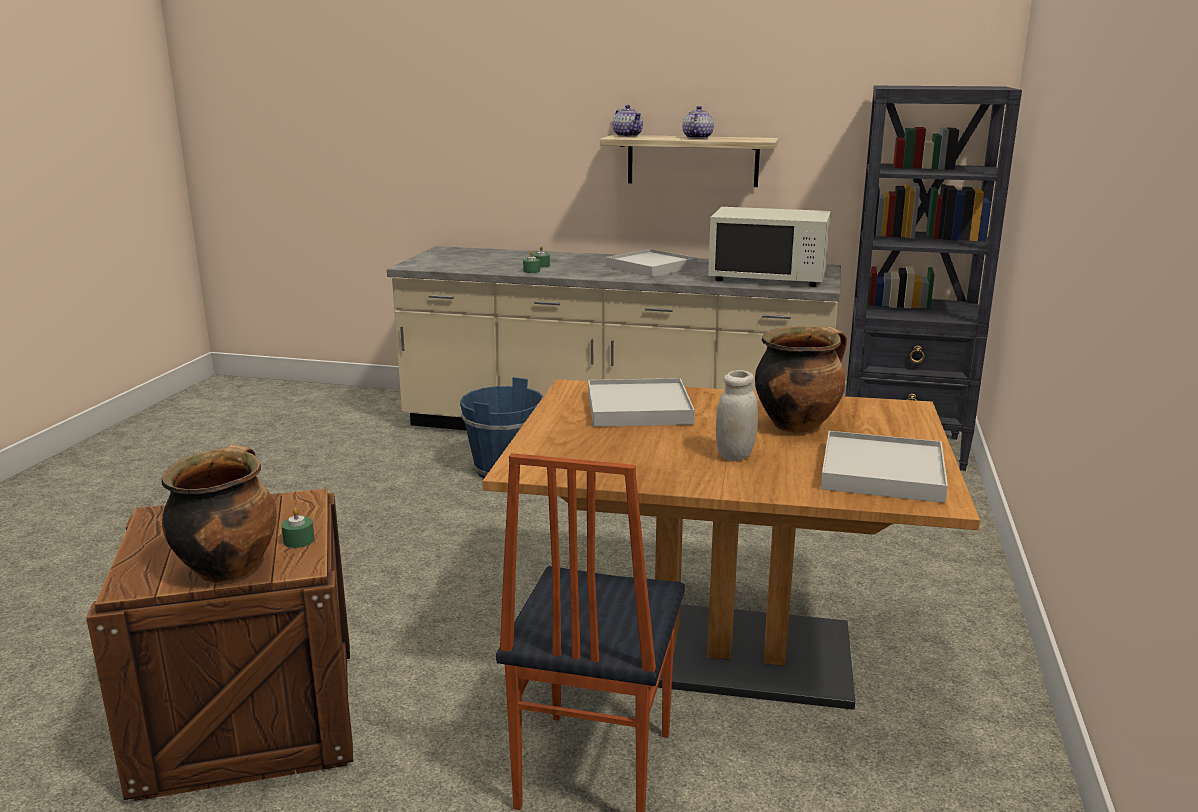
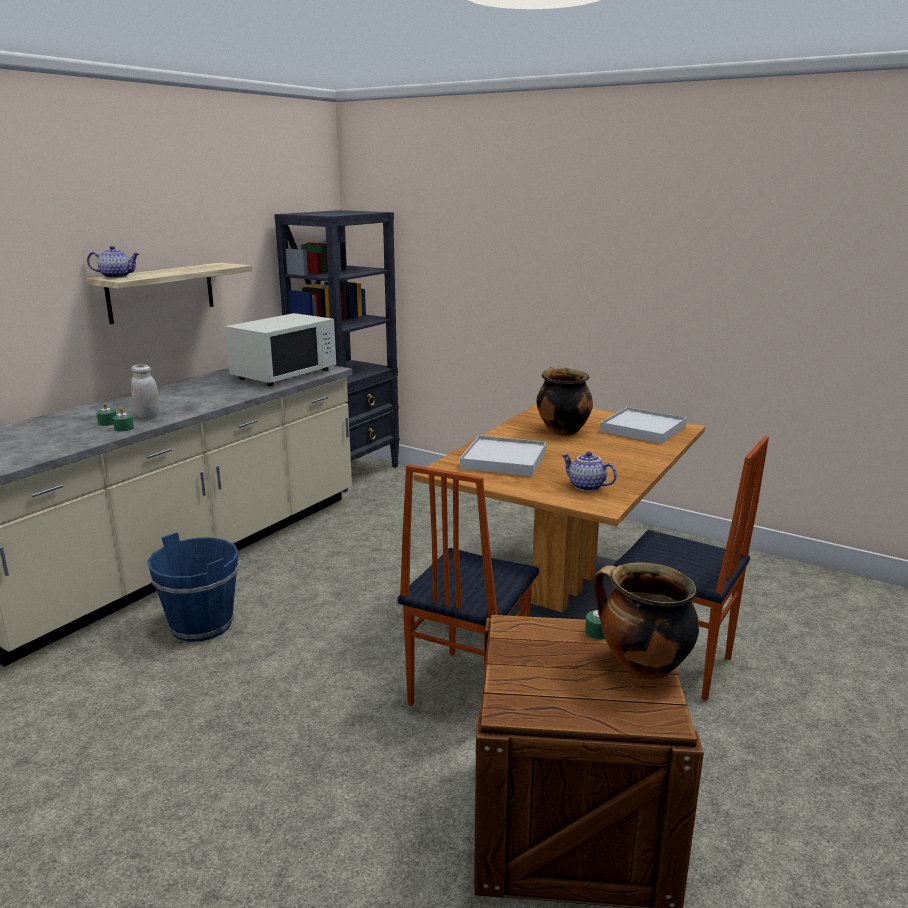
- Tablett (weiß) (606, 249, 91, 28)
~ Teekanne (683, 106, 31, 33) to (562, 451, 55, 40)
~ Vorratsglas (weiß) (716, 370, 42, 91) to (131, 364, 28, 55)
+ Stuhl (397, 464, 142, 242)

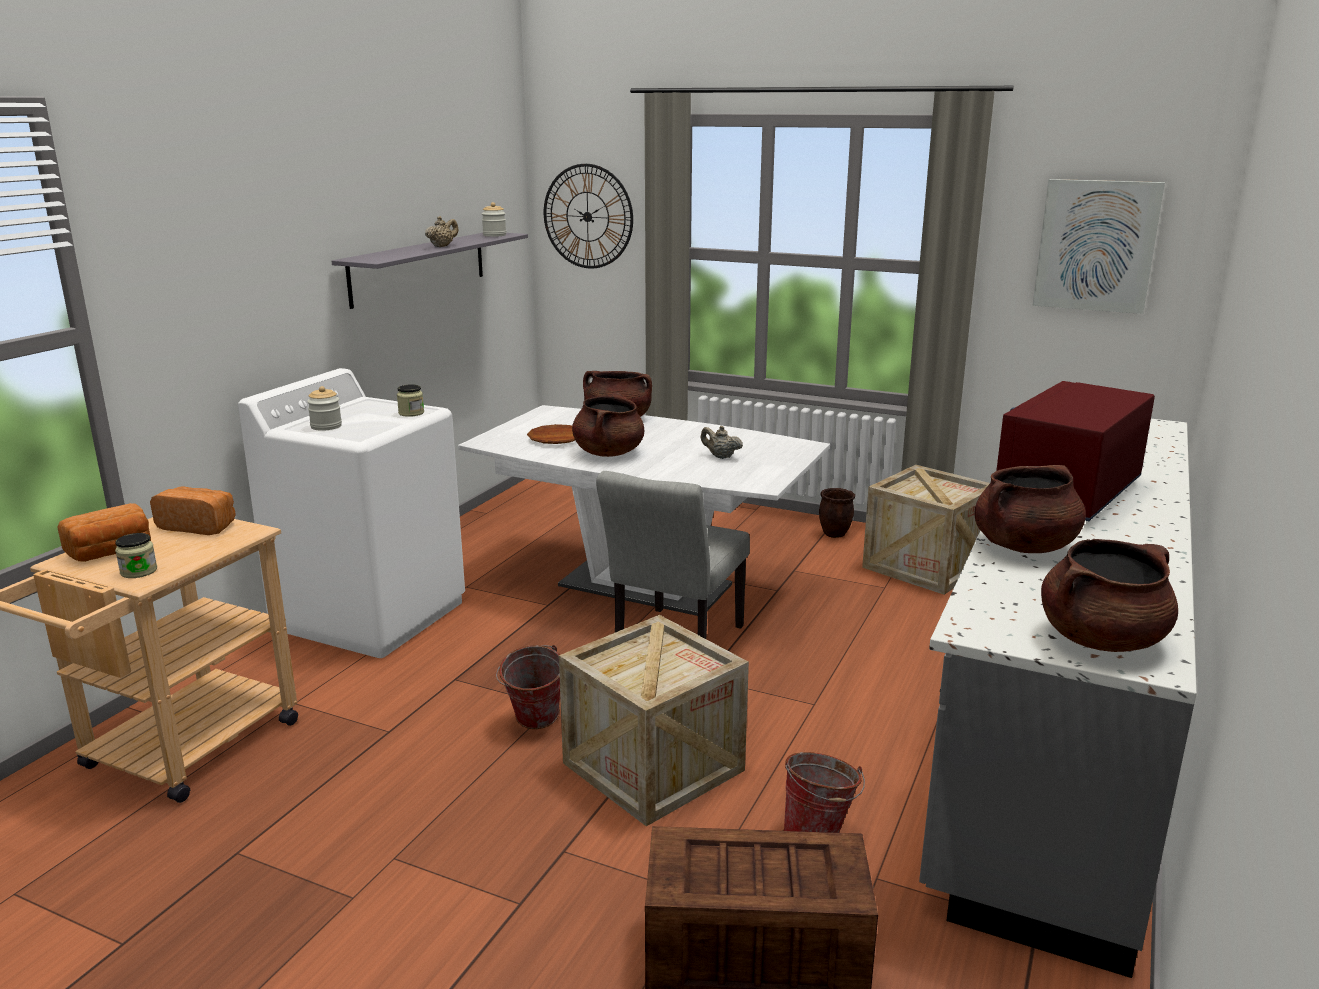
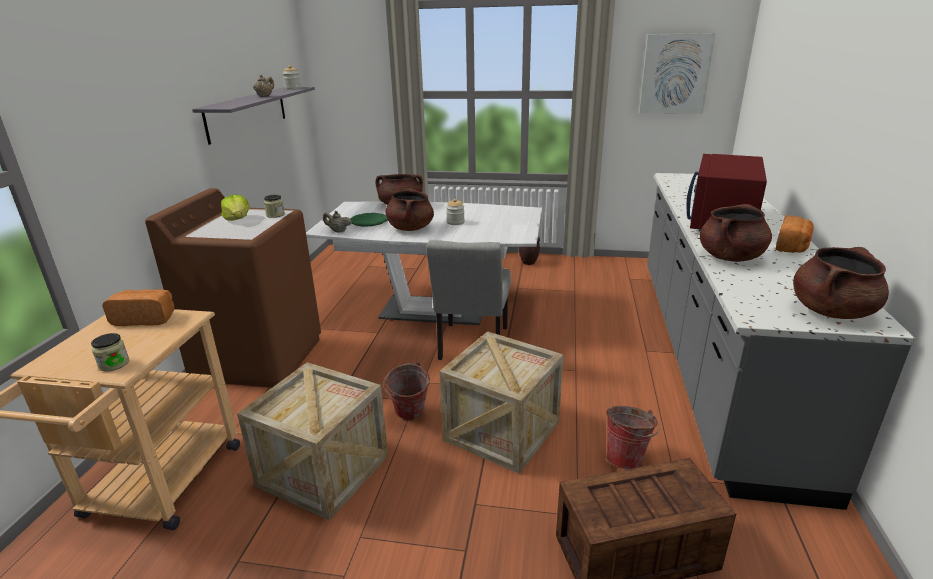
~ Brot (57, 503, 94, 59) to (776, 215, 38, 38)
~ Waschmaschine (weiß) (238, 368, 227, 290) to Waschmaschine (braun) (145, 188, 176, 200)
~ Vorratsglas (307, 386, 35, 45) to (446, 199, 19, 26)
~ Teller (braun) (527, 424, 48, 20) to Teller (grün) (350, 213, 38, 14)
- Wanduhr (544, 164, 89, 105)
~ Teekanne (beige) (701, 426, 42, 33) to (323, 211, 29, 22)
~ Kiste (862, 465, 128, 130) to (237, 362, 151, 158)
+ Salatkopf (221, 195, 29, 26)

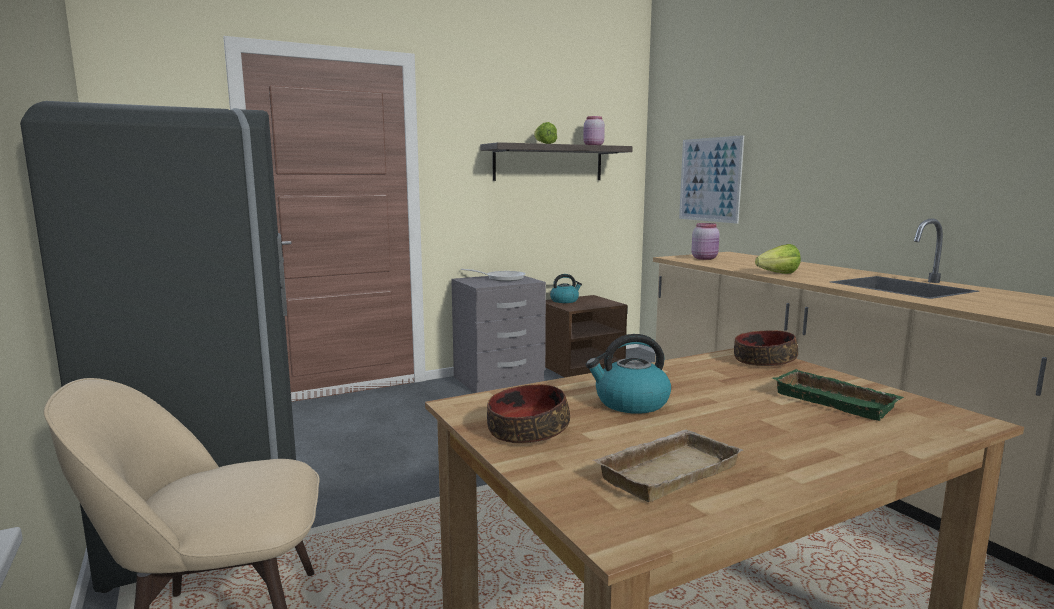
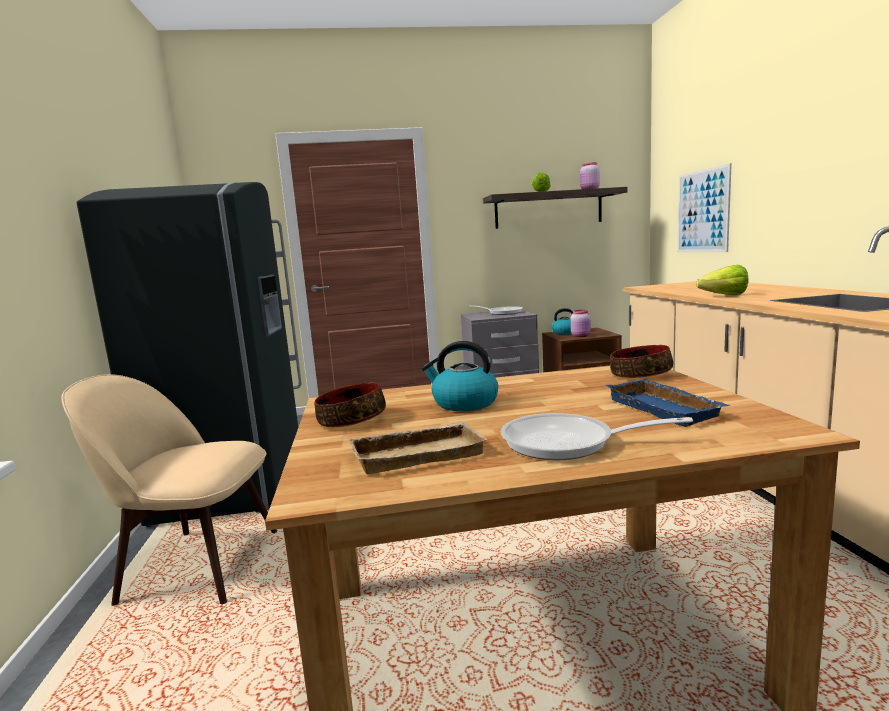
~ Vorratsglas (rosa) (691, 223, 29, 37) to (571, 310, 20, 27)
~ Tablett (grün) (772, 369, 132, 52) to Tablett (blau) (605, 379, 126, 48)
+ Pfanne (501, 413, 192, 48)

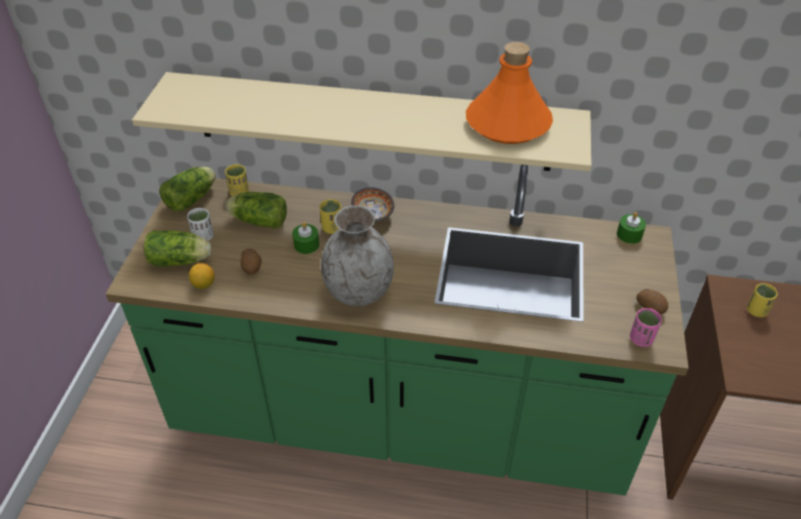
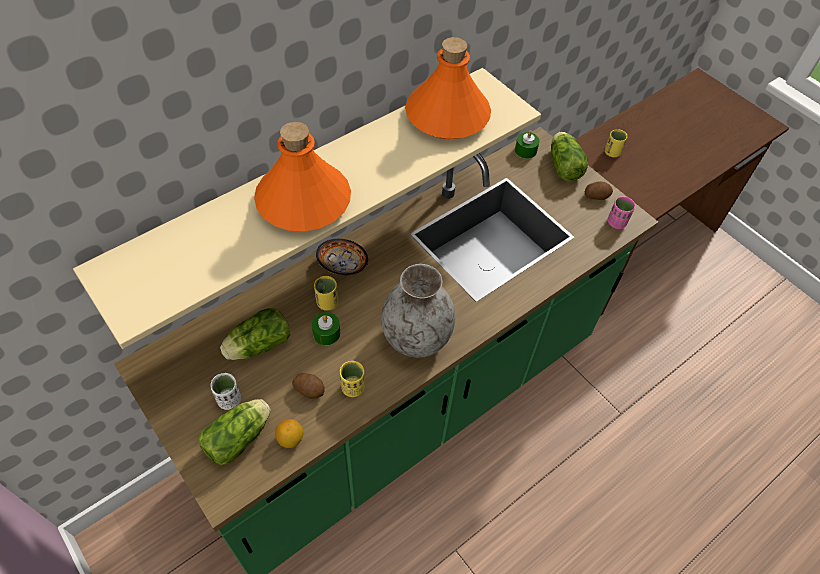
~ Salatkopf (159, 167, 57, 45) to (551, 132, 37, 49)
~ Tasse (gelb) (225, 164, 24, 32) to (340, 361, 25, 36)
+ Flasche (orange) (254, 122, 97, 109)

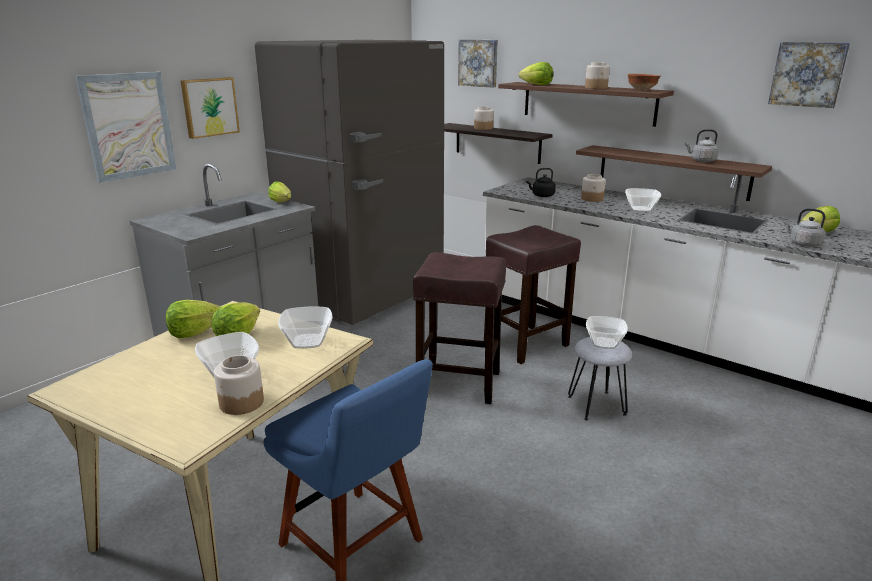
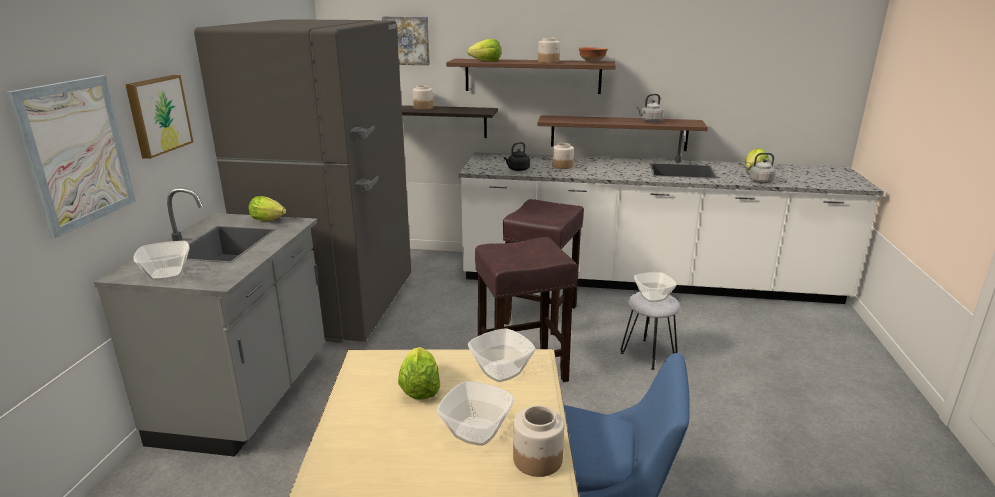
- Salatkopf (166, 300, 55, 38)
~ Schüssel (625, 188, 36, 24) to (134, 241, 55, 39)
- Bild (768, 42, 82, 66)

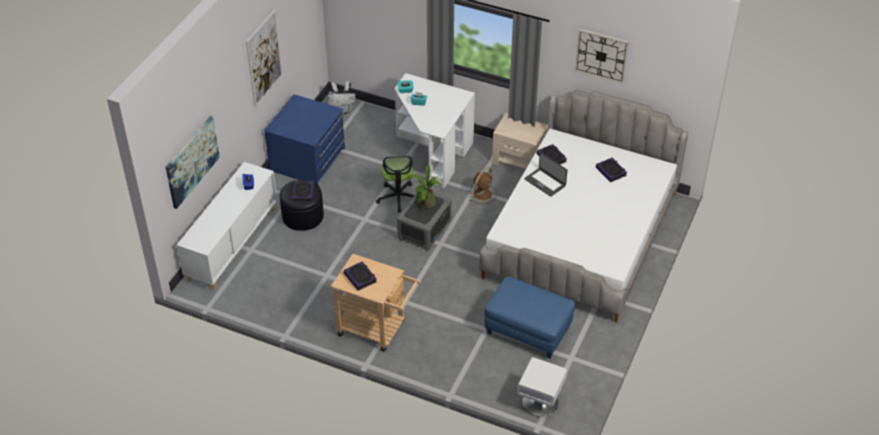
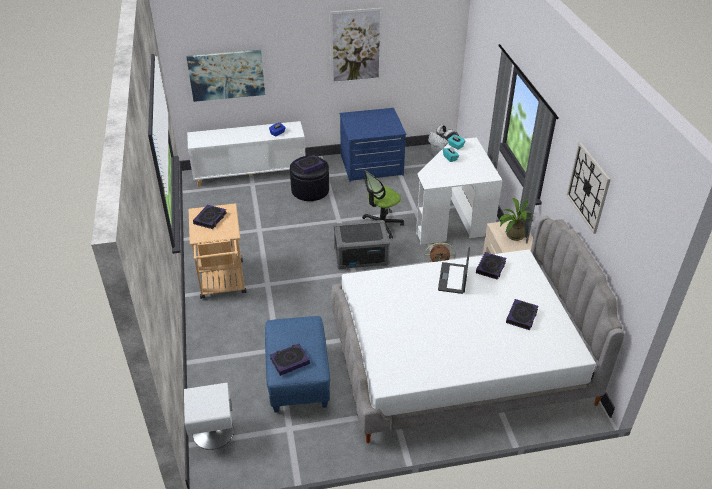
~ Topfpflanze (410, 164, 31, 44) to (499, 197, 35, 44)
+ Buch (270, 344, 40, 32)

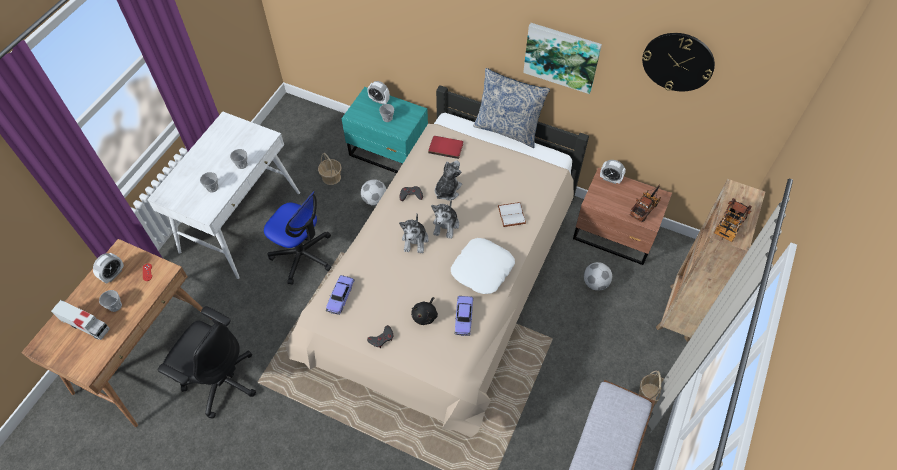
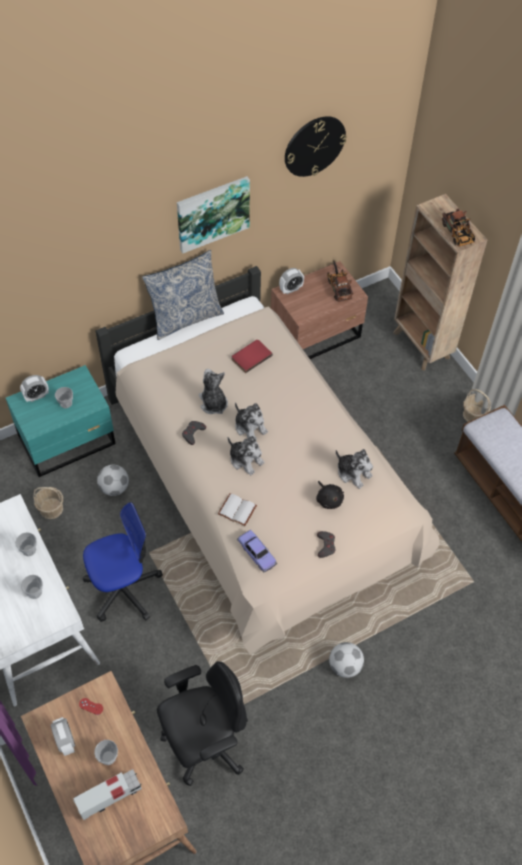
~ Buch (rot) (428, 136, 35, 23) to (231, 340, 42, 33)
- Kissen (weiß) (451, 238, 64, 56)
~ Spielzeugauto (455, 296, 18, 40) to Plüschtier (336, 449, 37, 40)
~ Buch (weiß) (498, 202, 28, 25) to (218, 493, 39, 33)
~ Fußball (584, 262, 28, 29) to (329, 642, 35, 36)

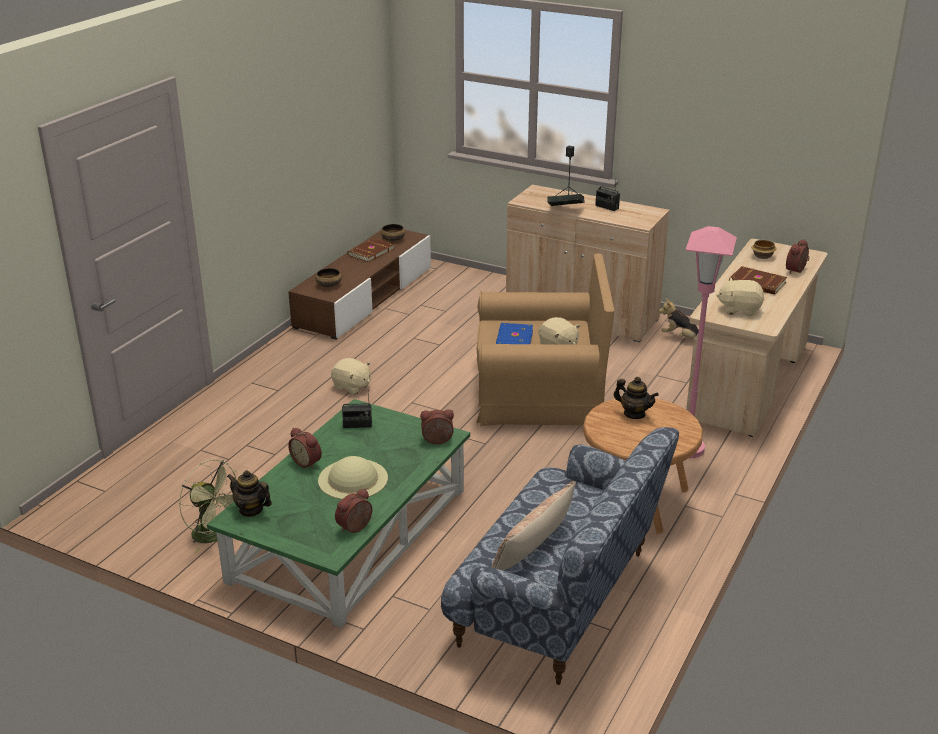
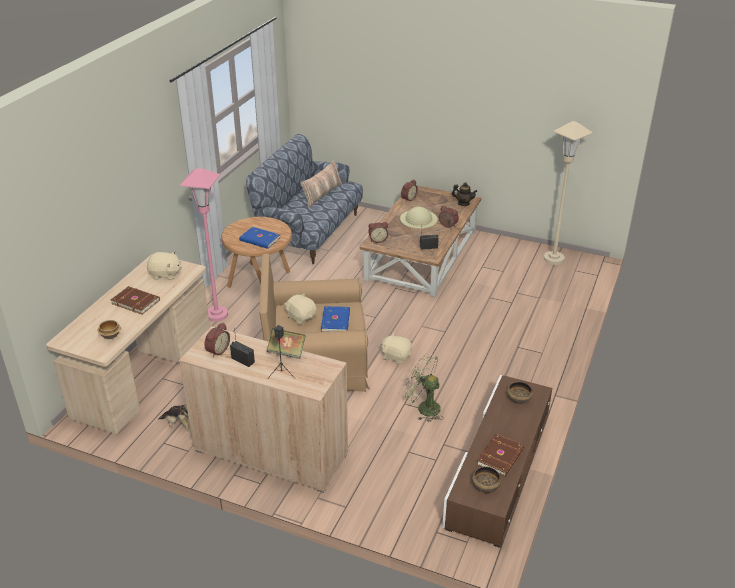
~ Ventilator (grün) (179, 459, 63, 94) to (403, 353, 39, 69)
~ Couchtisch (grün) (207, 399, 263, 229) to Couchtisch (braun) (360, 186, 121, 111)
~ Plüschtier (beige) (331, 358, 40, 37) to (380, 333, 32, 32)
~ Teekanne (614, 377, 45, 42) to Buch (blau) (239, 227, 41, 22)
~ Wecker (786, 239, 24, 35) to (204, 323, 26, 34)
+ Stehlampe (beige) (544, 121, 49, 144)

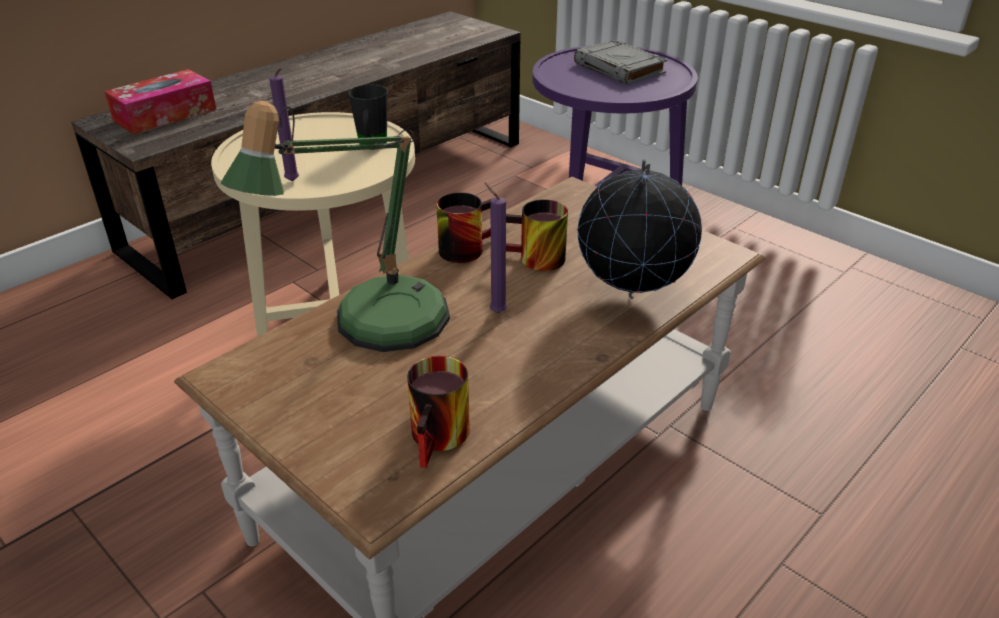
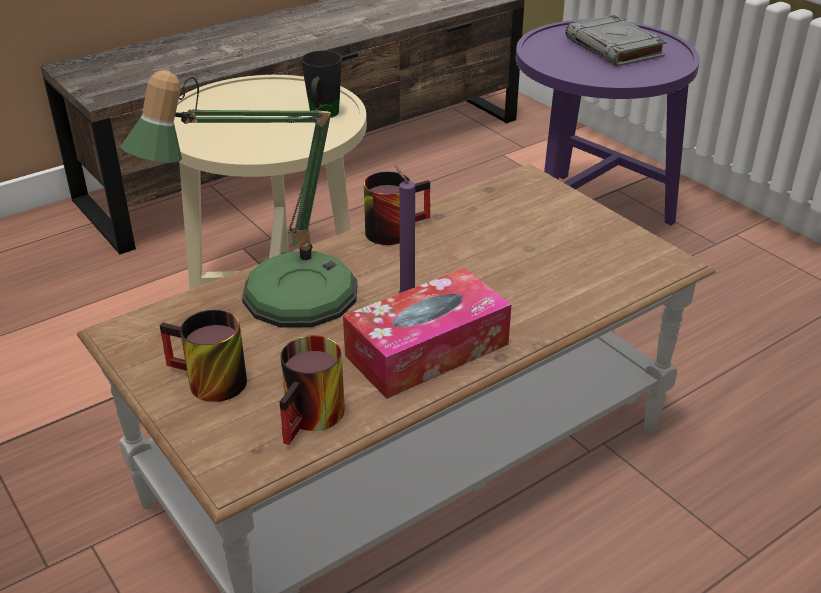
~ Taschentuchbox (104, 69, 113, 65) to (343, 268, 169, 131)
- Kerze (lila) (269, 68, 30, 113)
~ Henkelbecher (506, 199, 62, 72) to (160, 310, 87, 92)
- Globus (577, 159, 125, 140)

